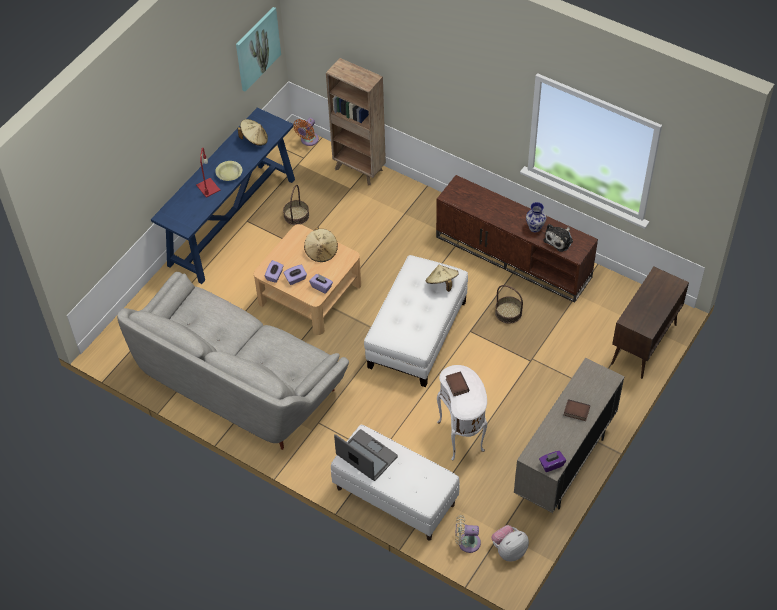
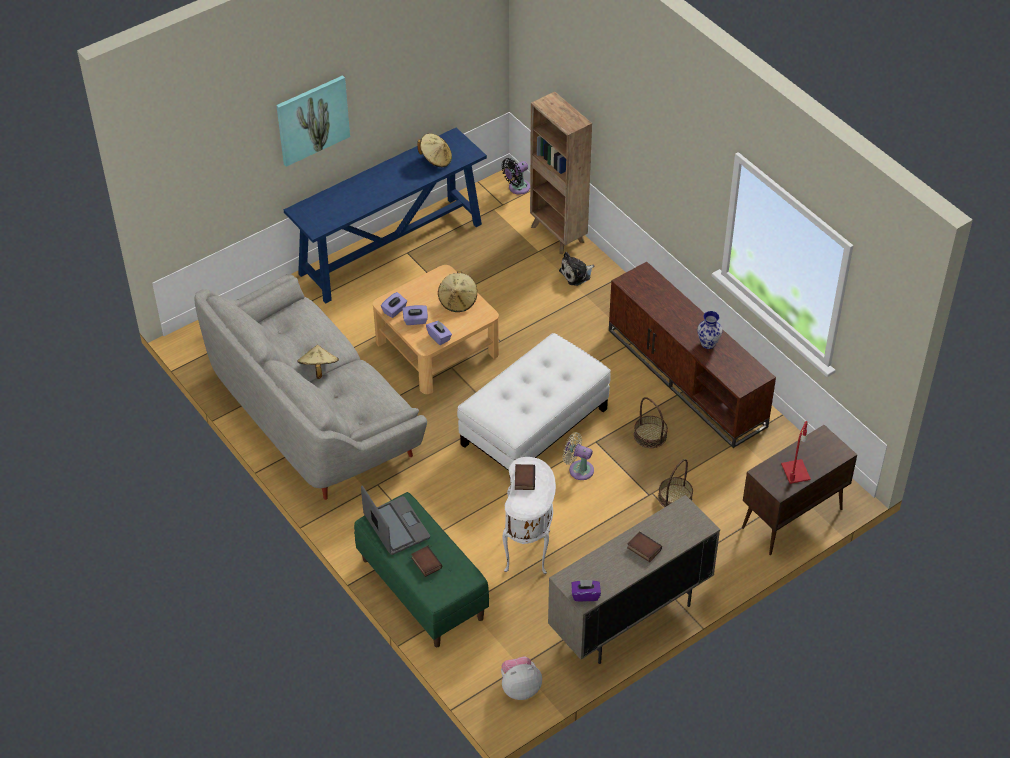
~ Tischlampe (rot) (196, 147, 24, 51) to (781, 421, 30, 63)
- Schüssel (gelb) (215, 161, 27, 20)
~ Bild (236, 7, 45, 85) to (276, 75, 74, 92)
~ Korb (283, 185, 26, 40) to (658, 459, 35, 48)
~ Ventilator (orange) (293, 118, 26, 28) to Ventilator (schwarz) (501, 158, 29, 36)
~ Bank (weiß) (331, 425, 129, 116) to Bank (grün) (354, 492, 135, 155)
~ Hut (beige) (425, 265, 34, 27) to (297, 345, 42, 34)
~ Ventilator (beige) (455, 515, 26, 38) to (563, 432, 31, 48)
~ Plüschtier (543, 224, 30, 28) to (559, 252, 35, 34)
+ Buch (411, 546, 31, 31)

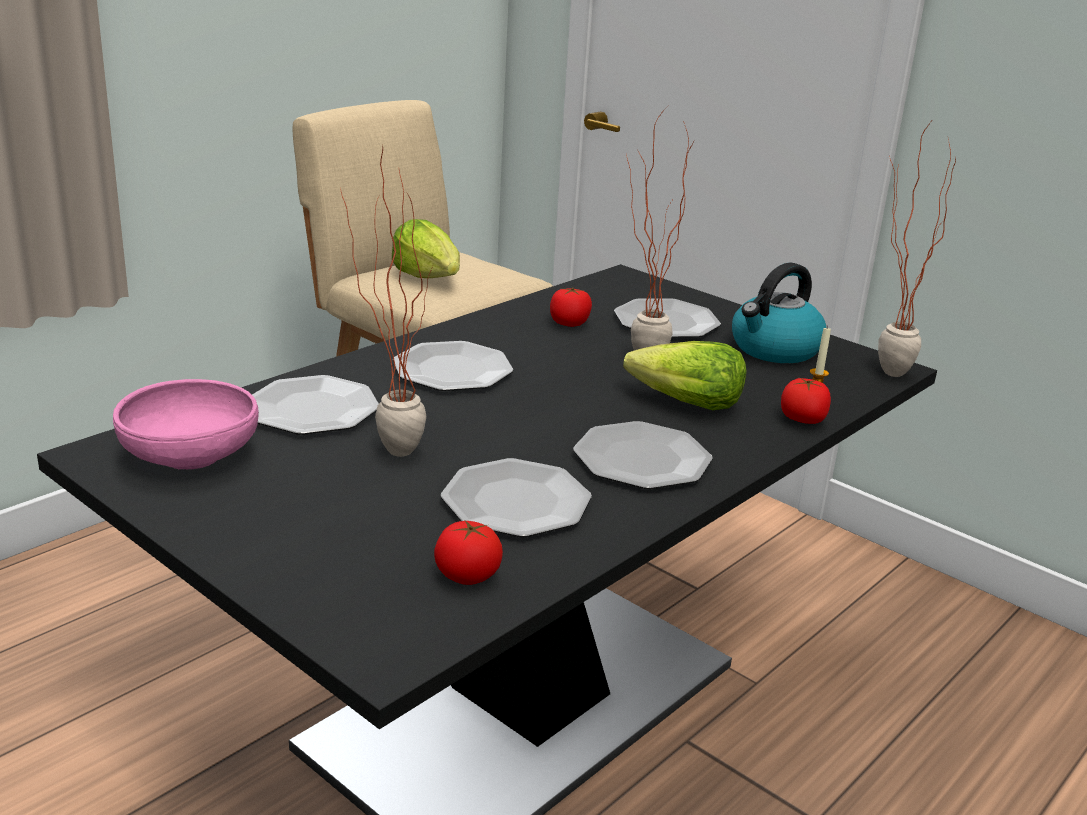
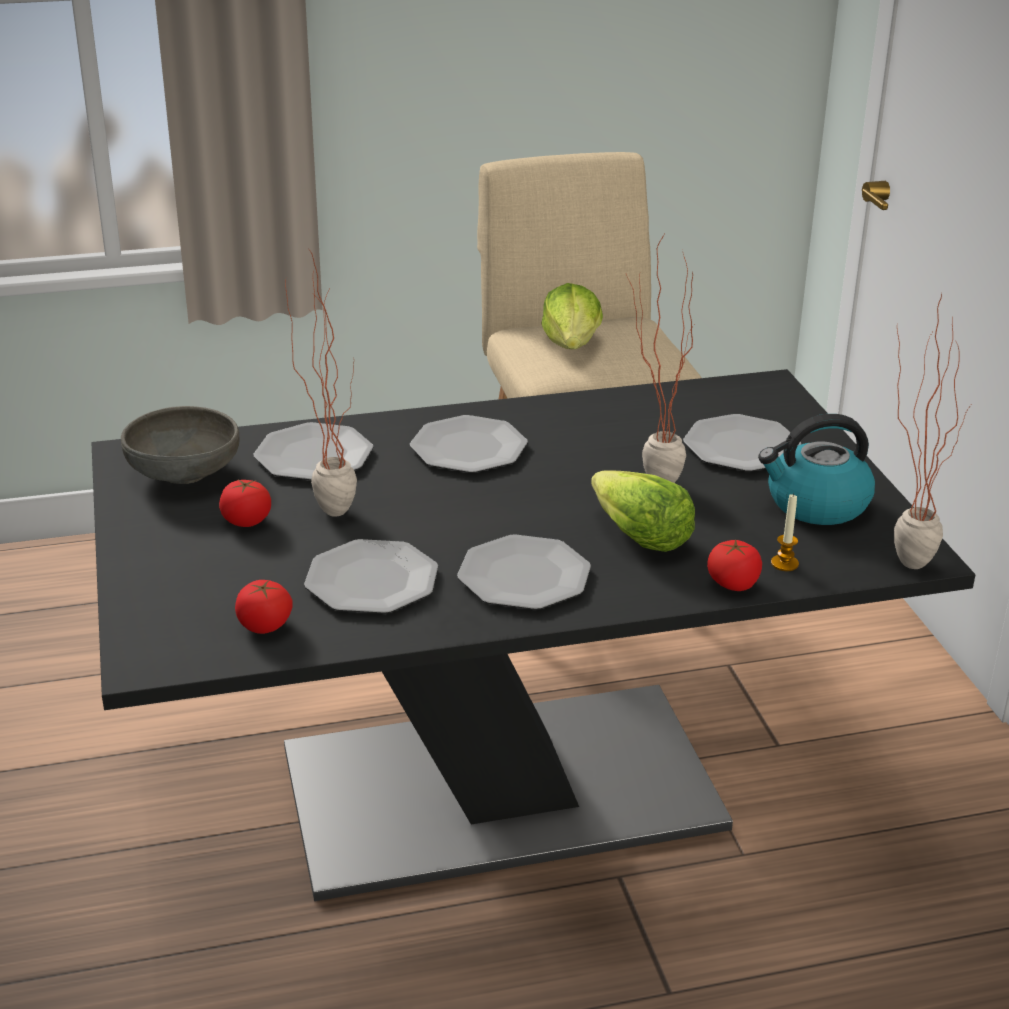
~ Schüssel (rosa) (113, 379, 146, 90) to Schüssel (grau) (121, 406, 119, 78)
~ Tomate (550, 287, 42, 40) to (219, 480, 52, 47)

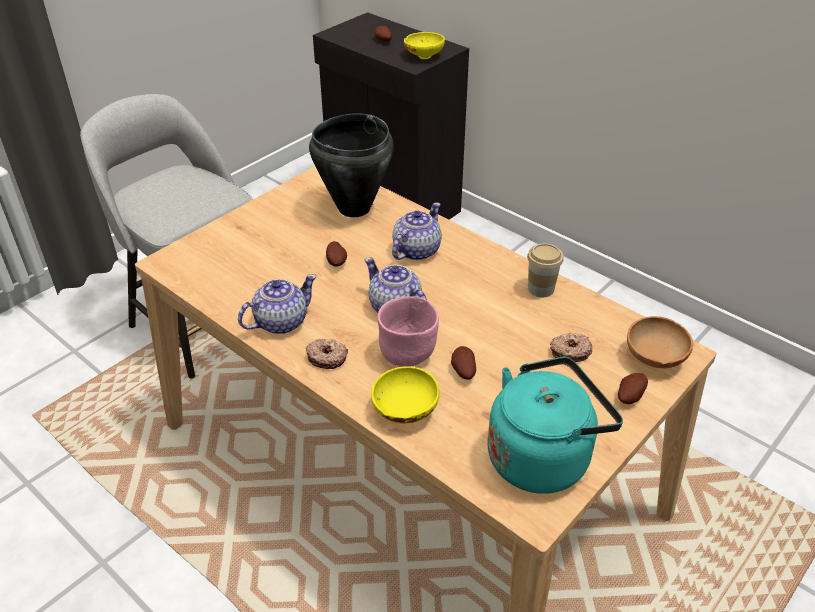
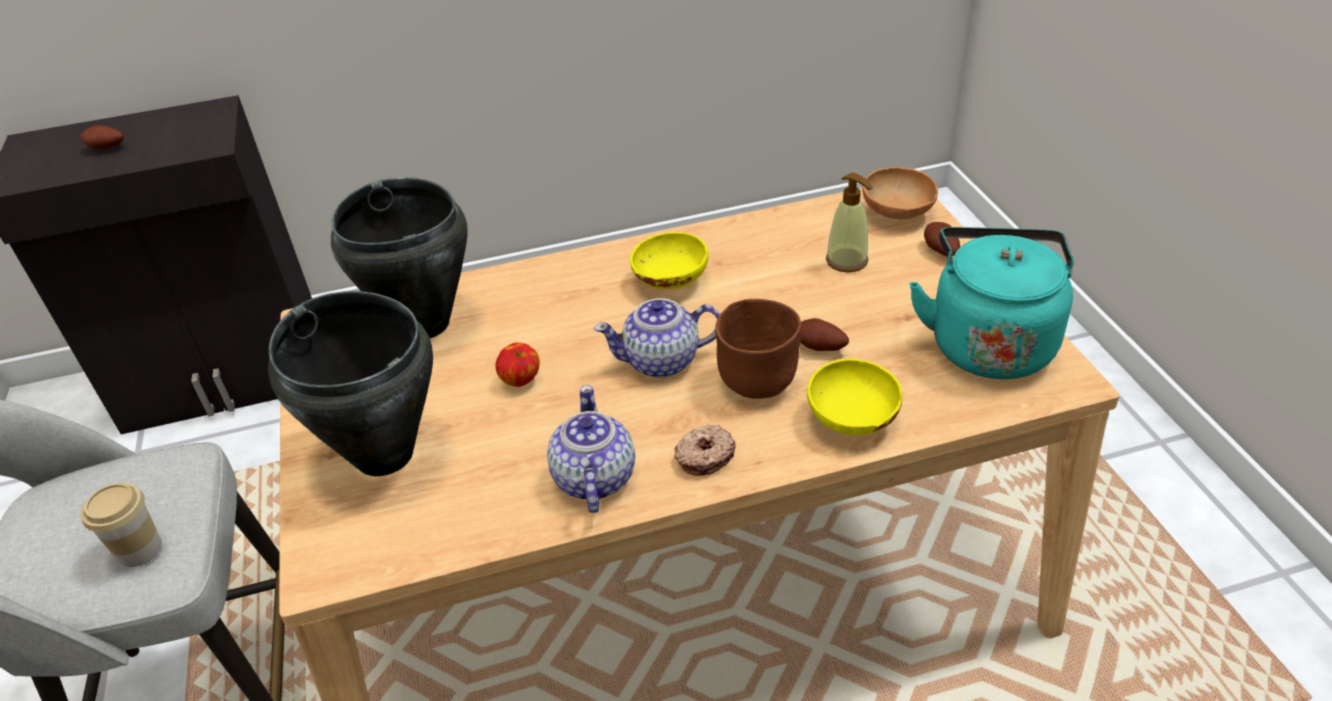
~ Kartoffel (326, 241, 21, 26) to Apfel (495, 342, 45, 45)
~ Schüssel (rosa) (378, 296, 61, 71) to Schüssel (braun) (715, 299, 87, 100)
- Teekanne (392, 203, 50, 57)
~ Schüssel (gelb) (404, 32, 41, 27) to (630, 232, 79, 57)
~ Tasse (527, 243, 37, 54) to (81, 483, 81, 84)
~ Donut (550, 333, 42, 29) to Seifenspender (826, 173, 47, 99)
+ Kochtopf (schwarz) (268, 291, 165, 185)

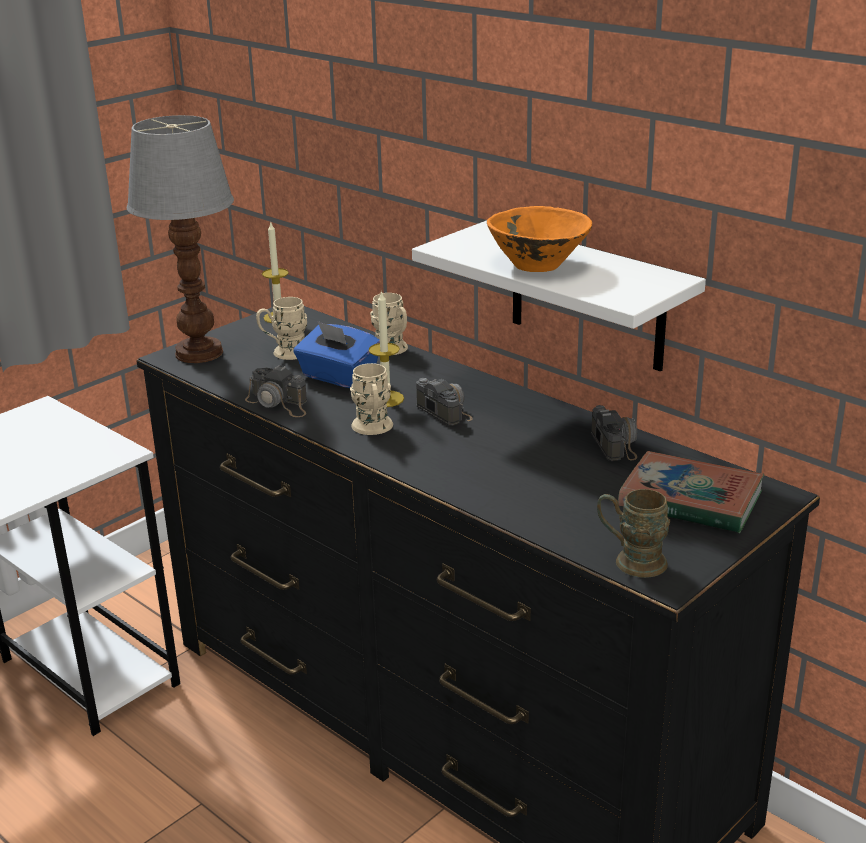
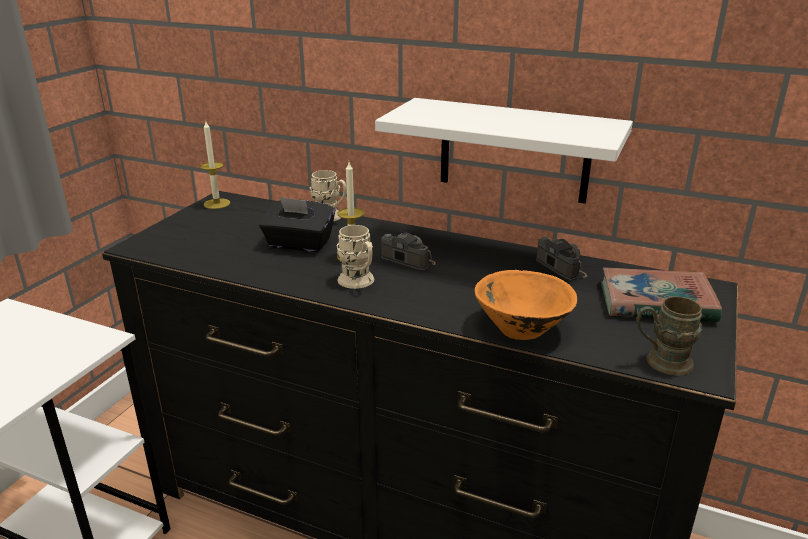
- Tischlampe (127, 115, 107, 248)
- Kamera (245, 365, 62, 52)
- Henkelbecher (beige) (256, 297, 51, 63)
~ Taschentuchbox (blau) (293, 321, 87, 67) to Taschentuchbox (schwarz) (259, 197, 76, 55)
~ Schüssel (orange) (487, 206, 105, 66) to (475, 270, 102, 70)

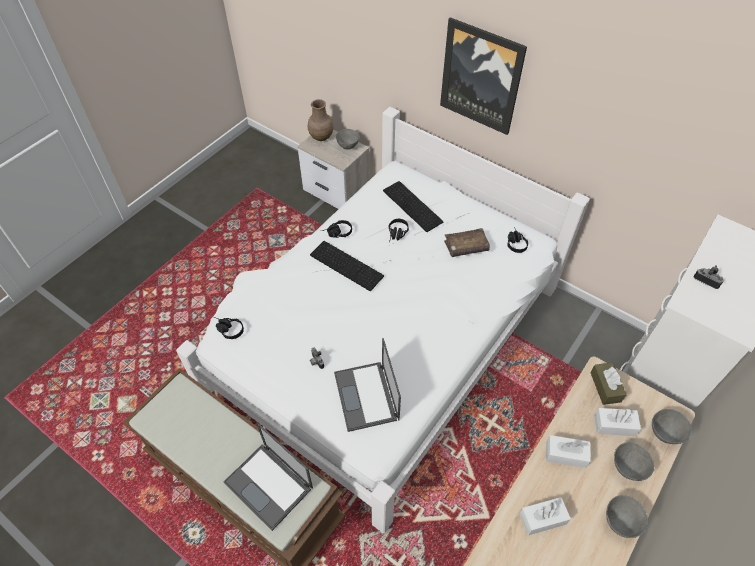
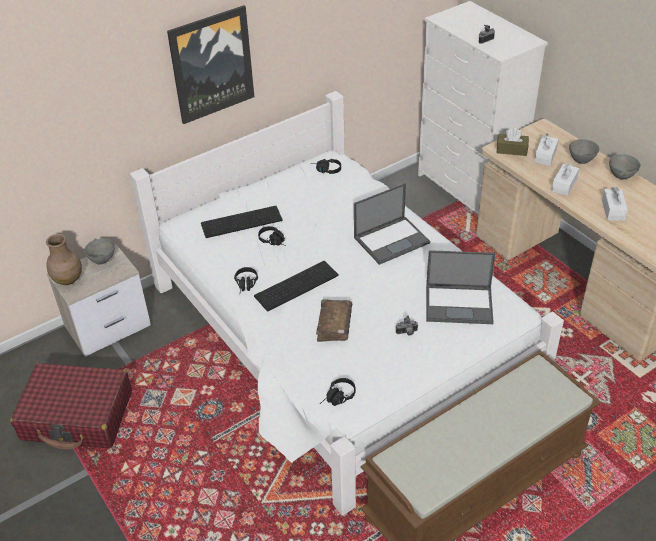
~ Laptop (224, 422, 89, 109) to (354, 183, 76, 82)
~ Buch (braun) (444, 228, 46, 29) to (316, 300, 36, 42)
- Schüssel (grau) (652, 409, 40, 35)
+ Koffer (rot) (10, 363, 122, 87)

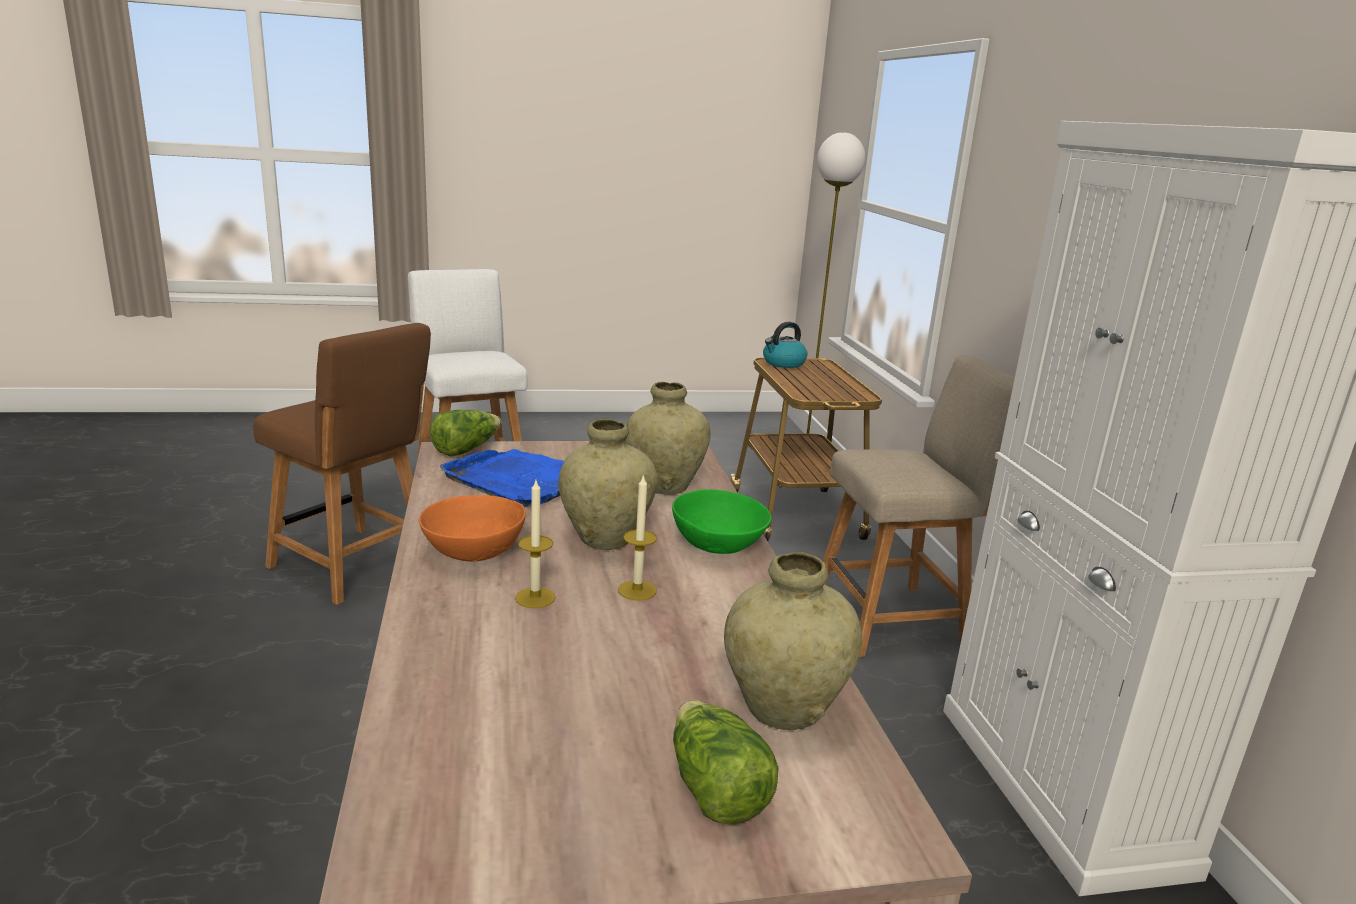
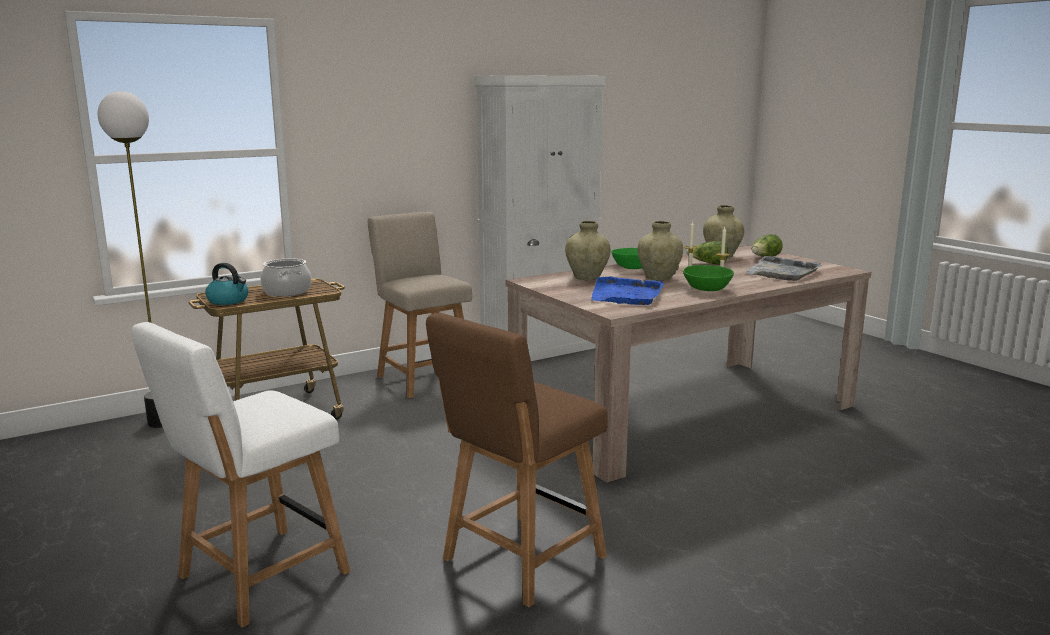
~ Stuhl (braun) (253, 323, 178, 282) = (426, 313, 182, 294) 150 degrees counterclockwise
~ Schüssel (orange) (419, 495, 107, 67) to Schüssel (grün) (683, 265, 51, 26)
~ Salatkopf (429, 409, 72, 48) to (686, 241, 42, 24)
+ Kochtopf (260, 259, 51, 37)
+ Tablett (grau) (745, 256, 77, 25)

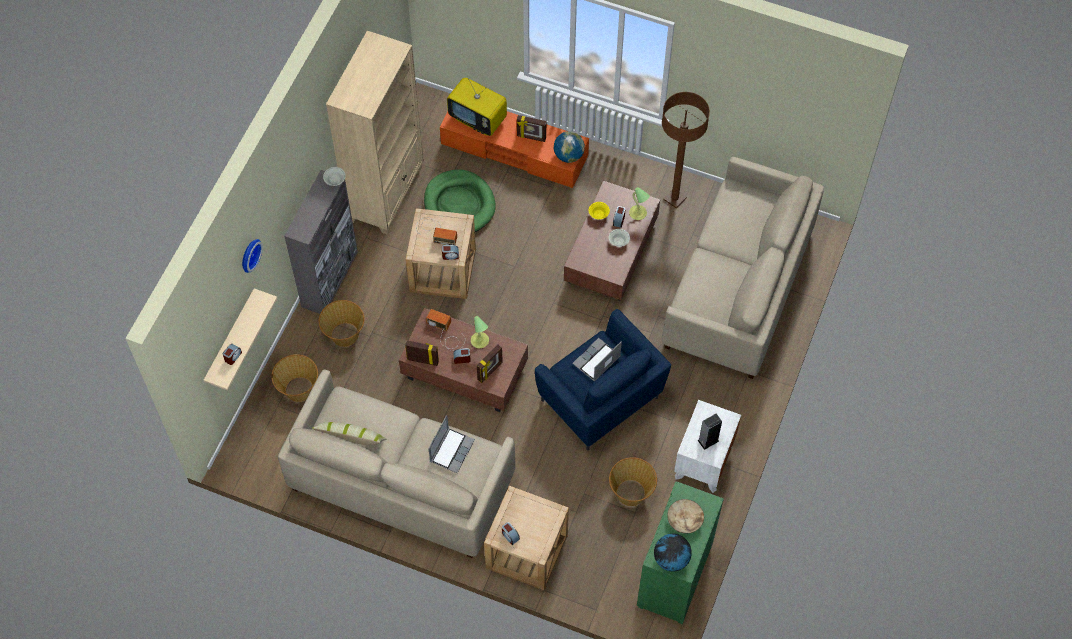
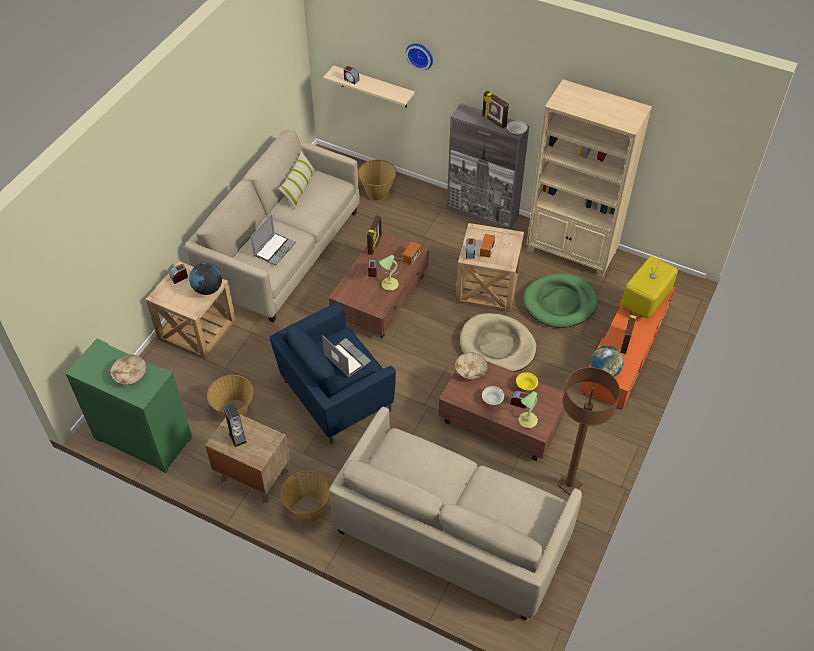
~ Korb (319, 300, 45, 47) to (281, 471, 49, 52)
~ Laptop (428, 415, 47, 58) = (251, 214, 45, 51) 90 degrees counterclockwise
~ Bilderrahmen (477, 344, 26, 39) to (482, 91, 27, 38)
~ Globus (654, 534, 38, 38) to (189, 263, 33, 32)
~ Nachttisch (weiß) (674, 400, 67, 93) to Nachttisch (braun) (205, 414, 85, 89)
+ Schüssel (beige) (455, 352, 33, 27)
+ Hundebett (beige) (460, 313, 77, 59)

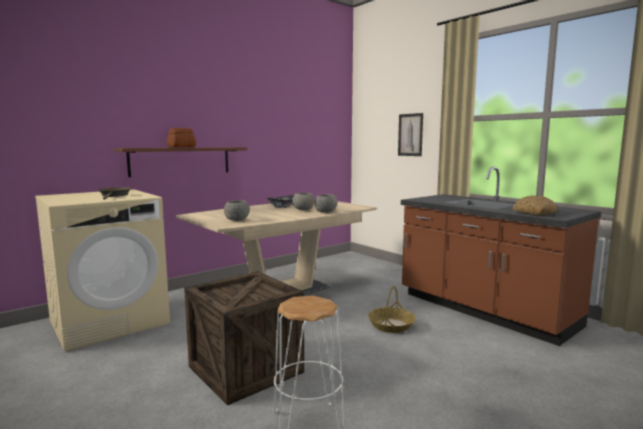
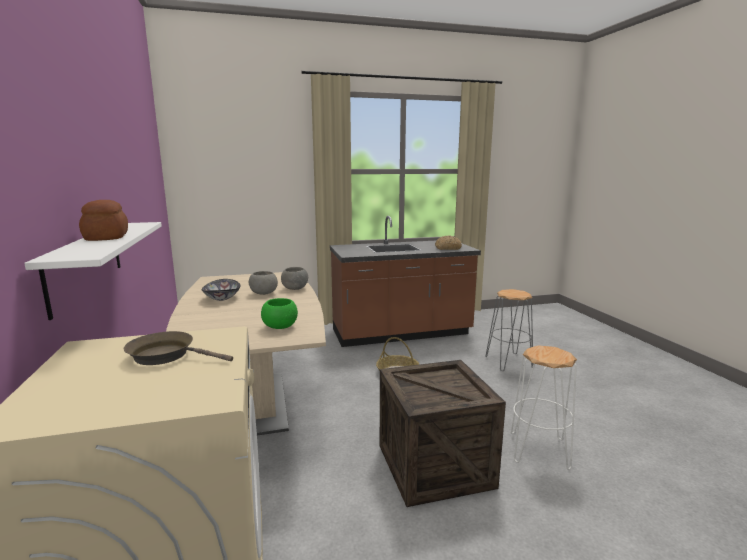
~ Wandregal (braun) (114, 147, 133, 30) to Wandregal (weiß) (24, 222, 138, 98)
~ Schüssel (grau) (224, 200, 26, 21) to Schüssel (grün) (261, 298, 37, 31)
- Bild (398, 113, 25, 43)
+ Hocker (grau) (485, 289, 48, 82)

